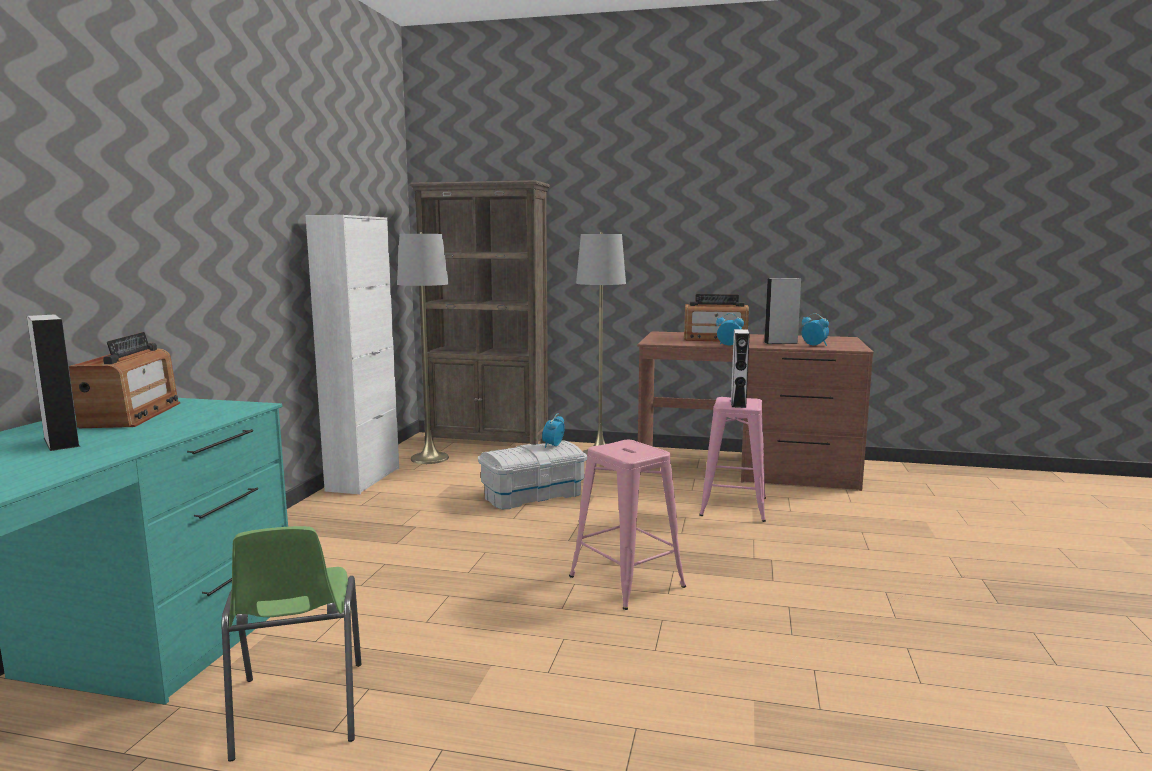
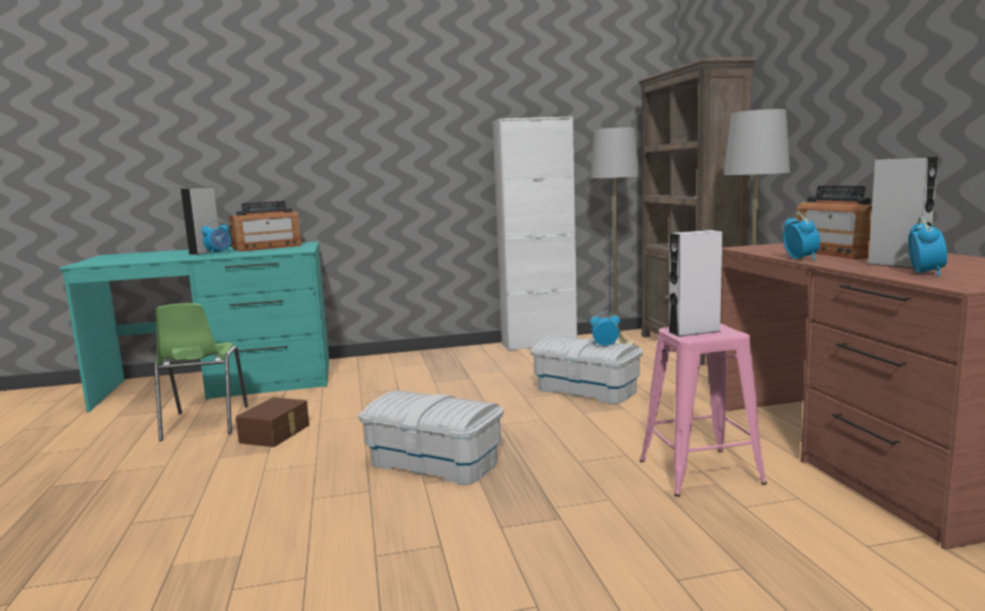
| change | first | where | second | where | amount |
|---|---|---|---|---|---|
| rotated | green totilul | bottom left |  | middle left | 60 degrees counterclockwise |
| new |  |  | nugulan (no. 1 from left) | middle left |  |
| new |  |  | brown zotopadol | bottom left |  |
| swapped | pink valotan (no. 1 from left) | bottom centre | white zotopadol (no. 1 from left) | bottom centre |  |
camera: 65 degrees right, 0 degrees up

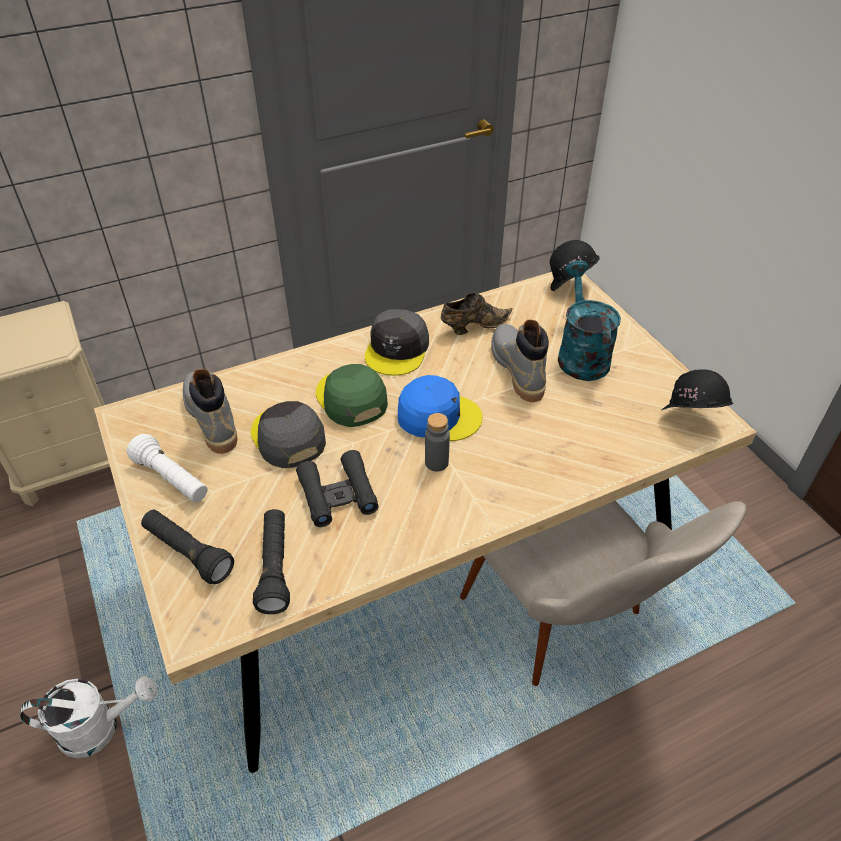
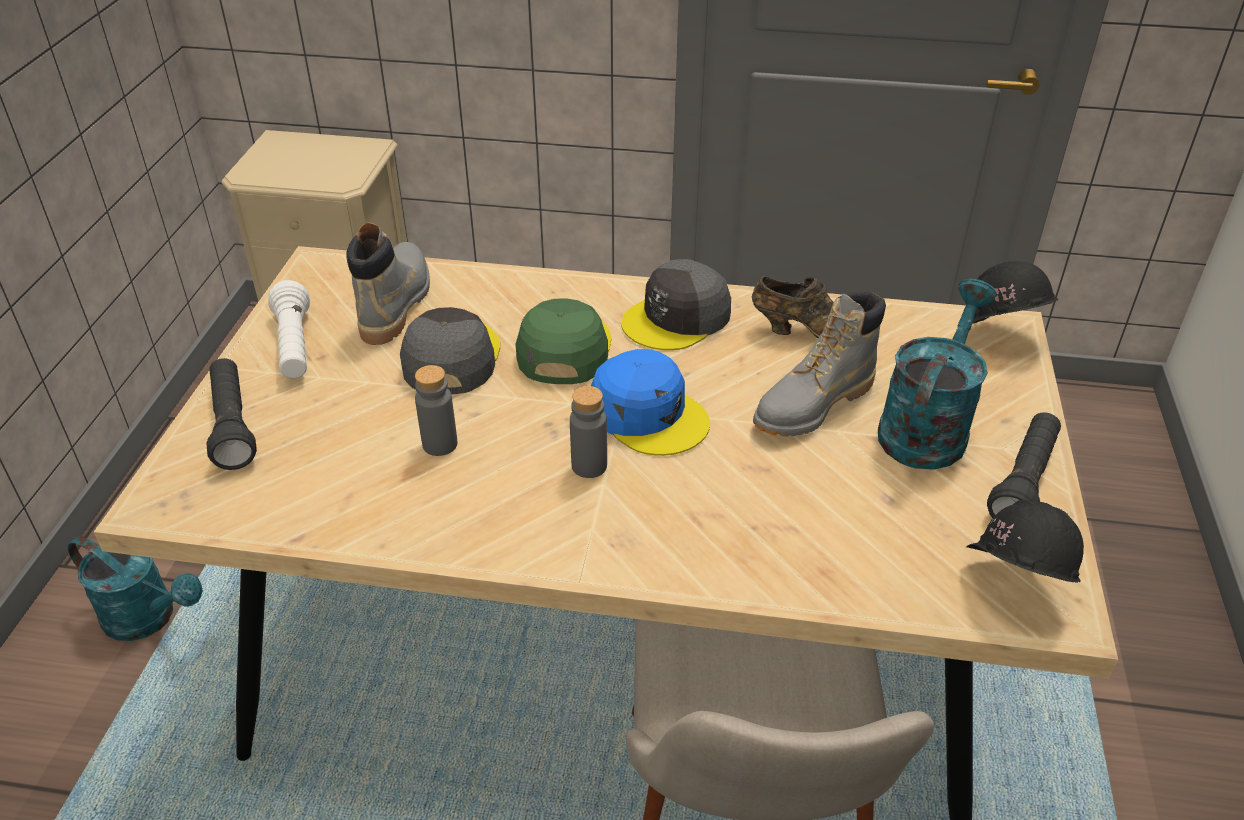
| change | first | where | second | where | amount |
|---|---|---|---|---|---|
| repainted | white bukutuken | bottom left | turquoise bukutuken (no. 1 from left) | bottom left |  |
| swapped | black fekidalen | centre | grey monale (no. 1 from left) | centre |  |
| rotated | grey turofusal (no. 2 from left) | centre |  | centre | 150 degrees counterclockwise |
| shifted | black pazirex (no. 2 from left) | bottom left |  | middle right |  |
camera: 35 degrees right, 5 degrees down

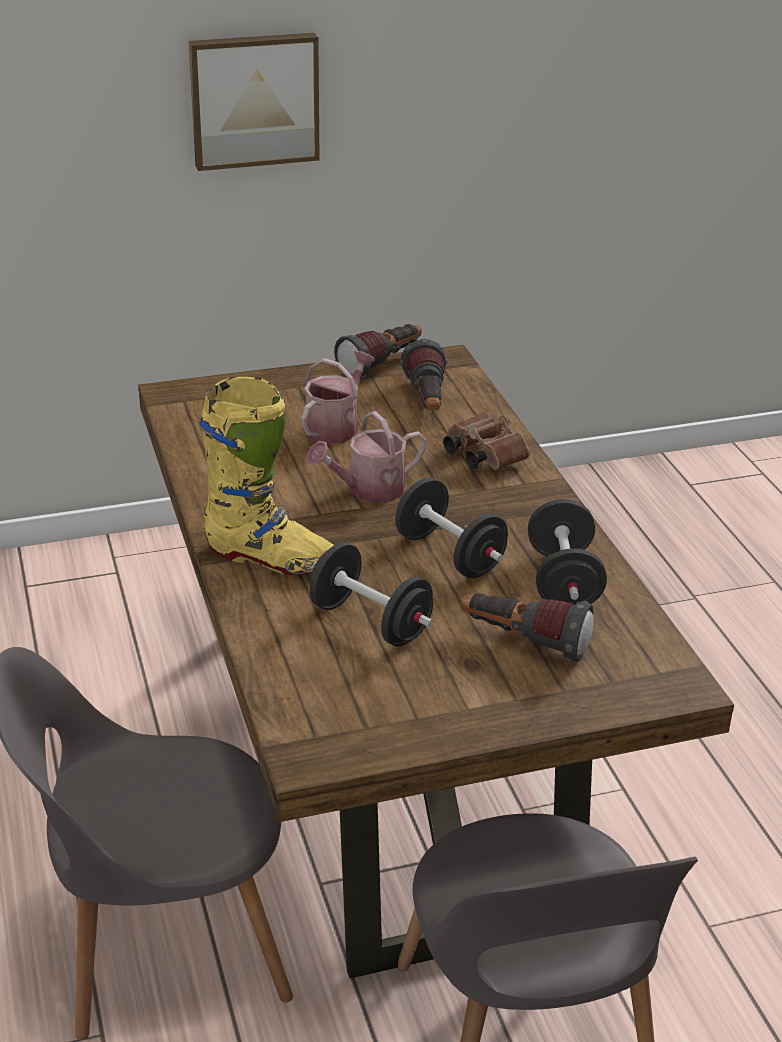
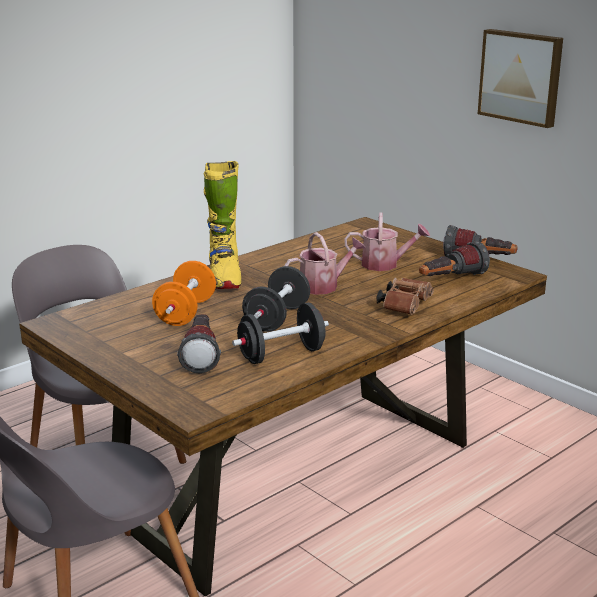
| change | first | where | second | where | amount |
|---|---|---|---|---|---|
| repainted | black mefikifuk (no. 1 from left) | centre | orange mefikifuk | middle left |  |
| rotated | bukutuken (no. 2 from left in the first image) | centre | bukutuken (no. 1 from left) | centre | 120 degrees clockwise |
camera: 65 degrees right, 10 degrees down

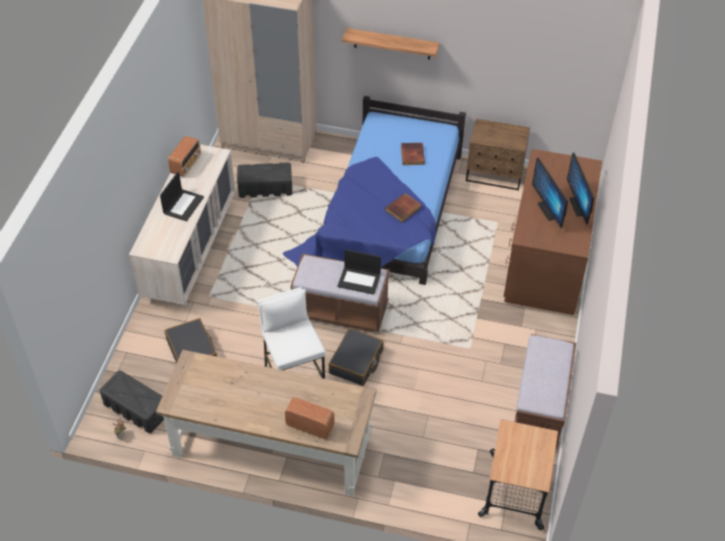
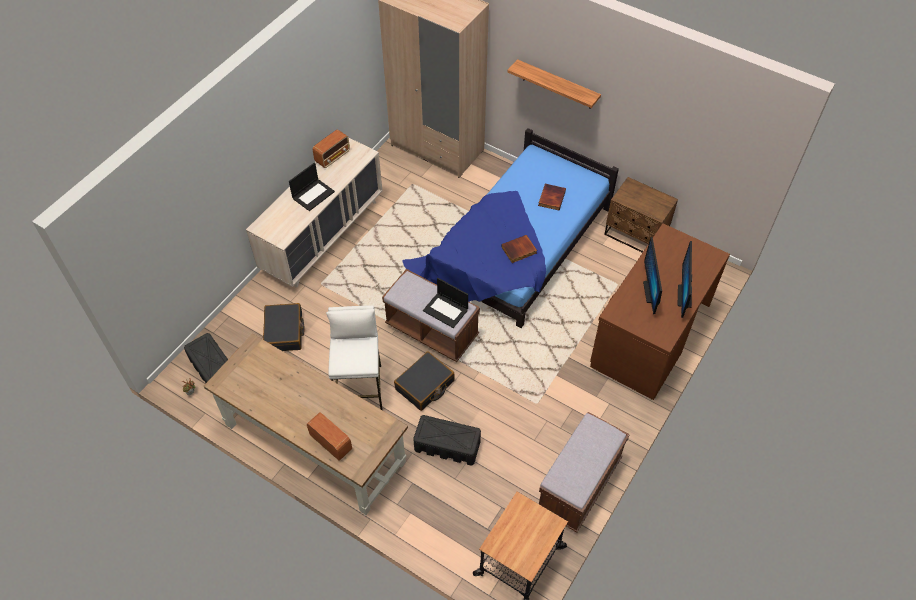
| change | first | where | second | where | amount |
|---|---|---|---|---|---|
| shifted | black zotopadol (no. 2 from left) | top centre |  | bottom centre |  |
camera: 20 degrees right, 5 degrees up

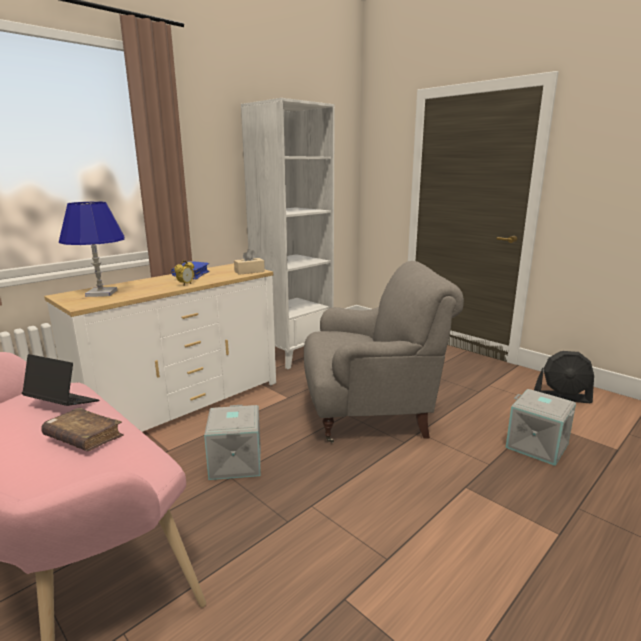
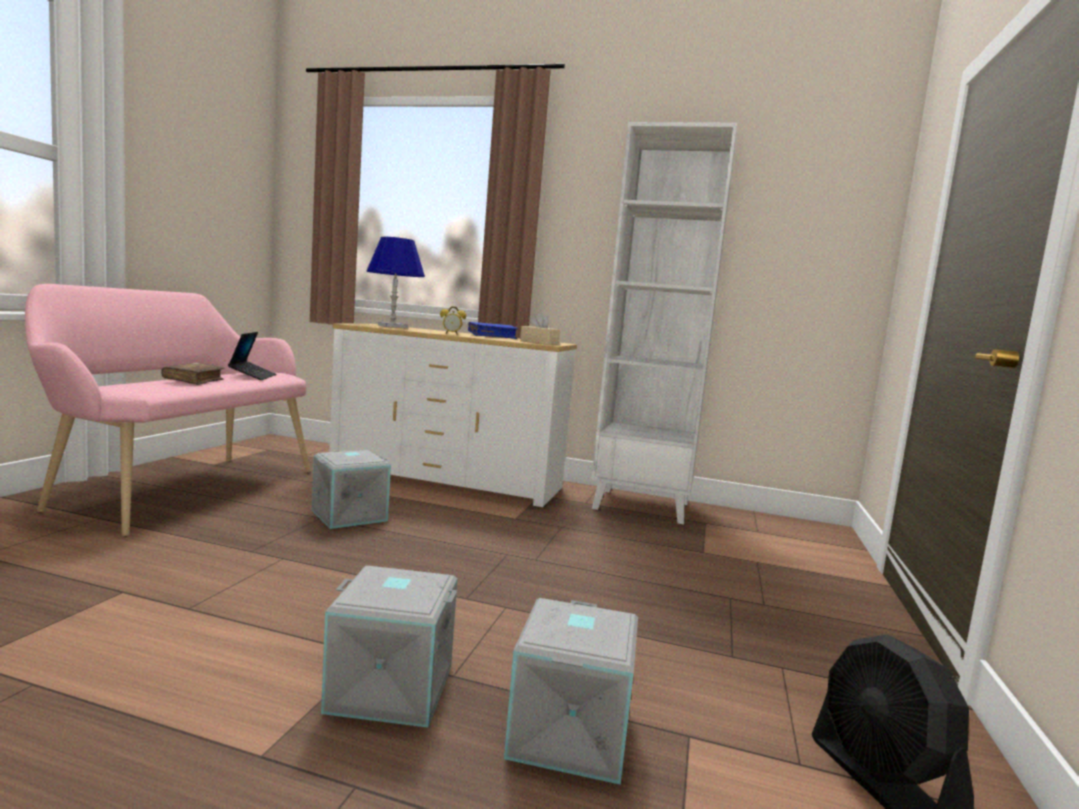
| change | first | where | second | where | amount |
|---|---|---|---|---|---|
| new |  |  | grey zotopadol (no. 2 from left) | bottom centre |  |
| gone | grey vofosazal | centre |  |  |  |
camera: 60 degrees right, 10 degrees down

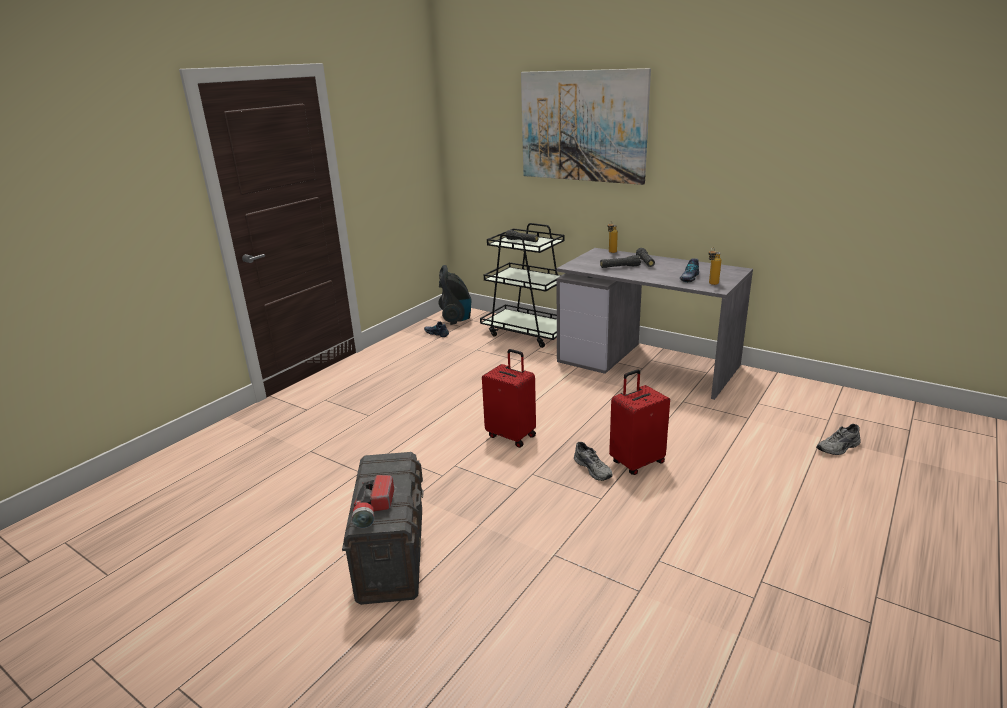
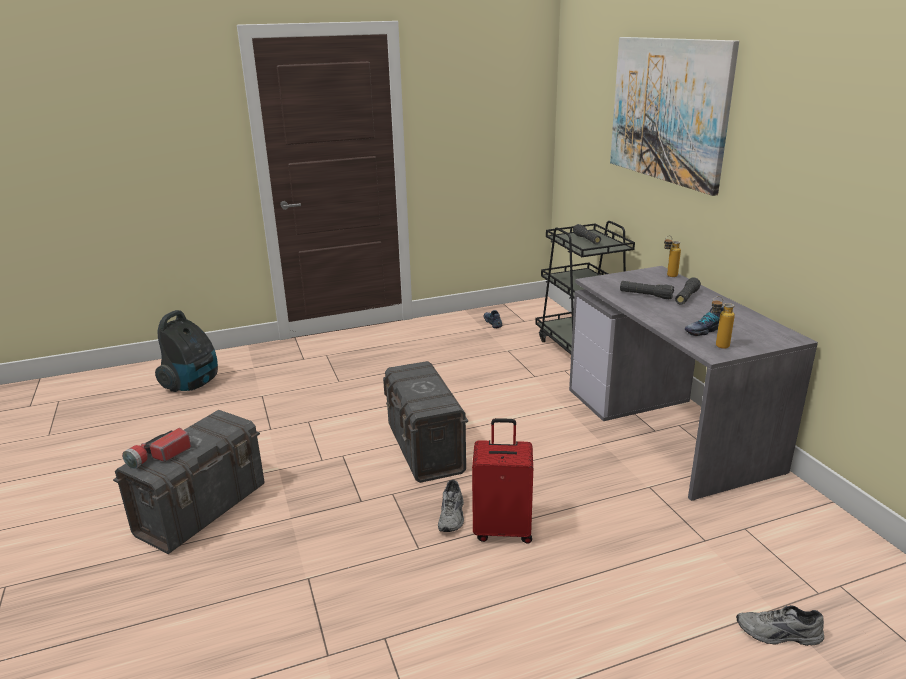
| change | first | where | second | where | amount |
|---|---|---|---|---|---|
| shifted | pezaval | centre |  | middle left |  |
| swapped | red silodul (no. 1 from left) | centre | grey zotopadol (no. 2 from left) | centre |  |
camera: 35 degrees right, 0 degrees up

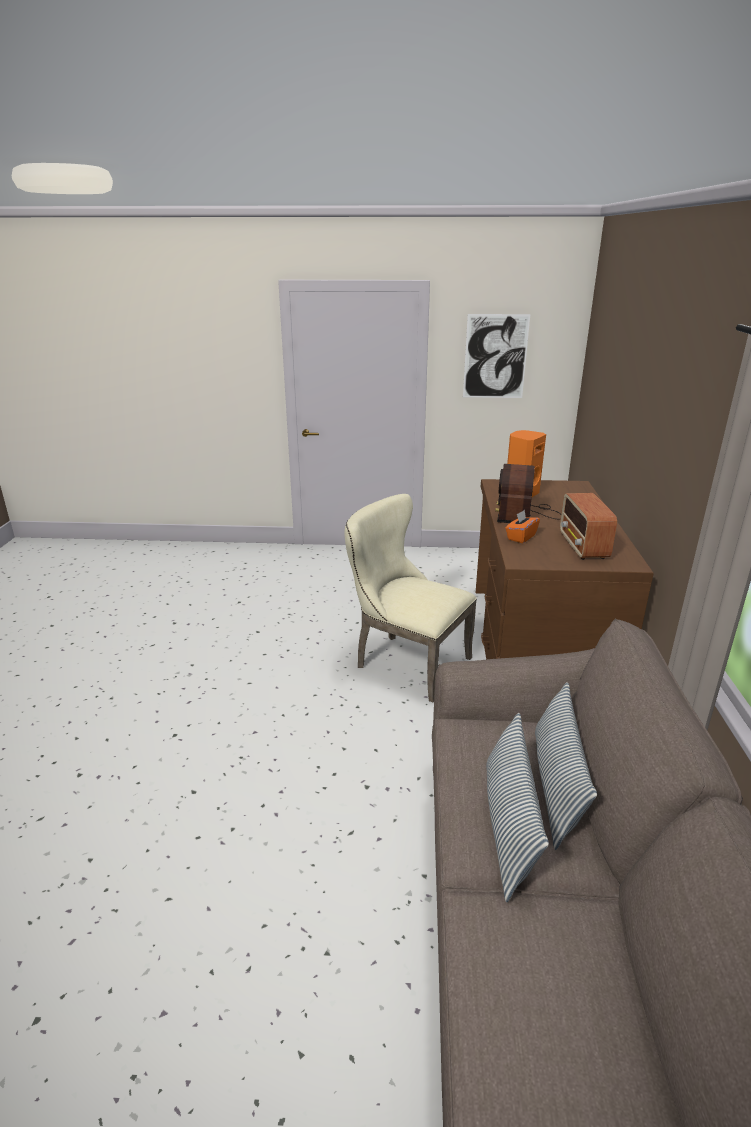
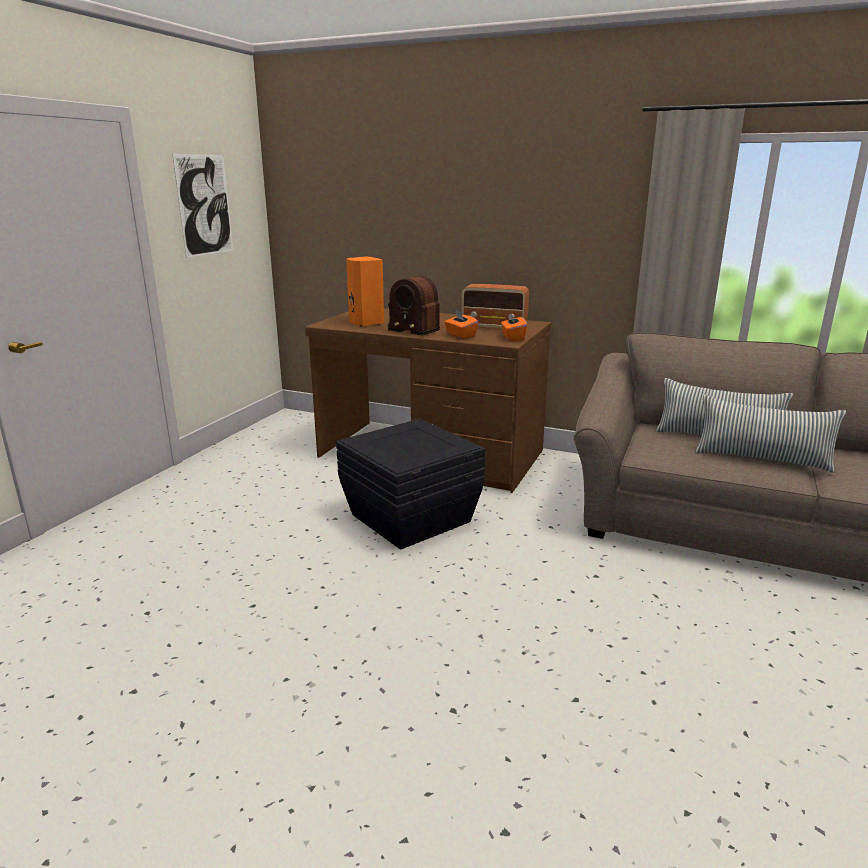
| change | first | where | second | where | amount |
|---|---|---|---|---|---|
| swapped | beige totilul | centre | black zotopadol | centre |  |
| new |  |  | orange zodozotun (no. 2 from left) | centre |  |
camera: 70 degrees left, 5 degrees down

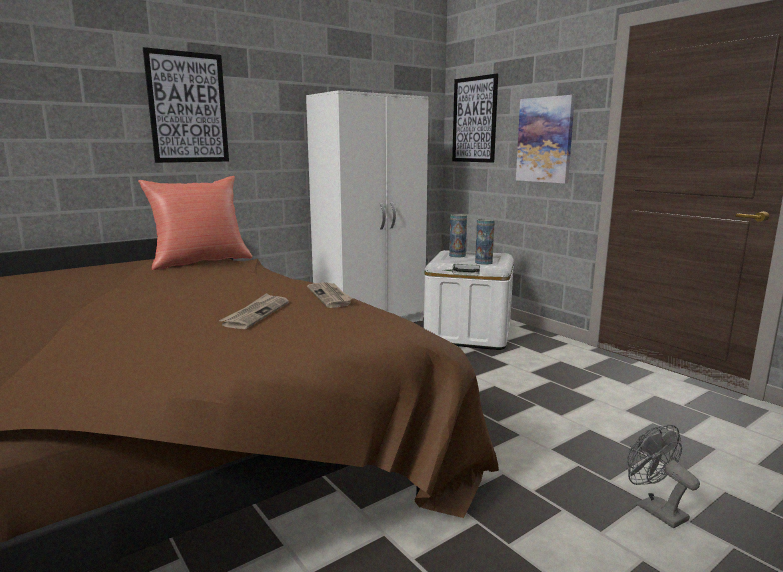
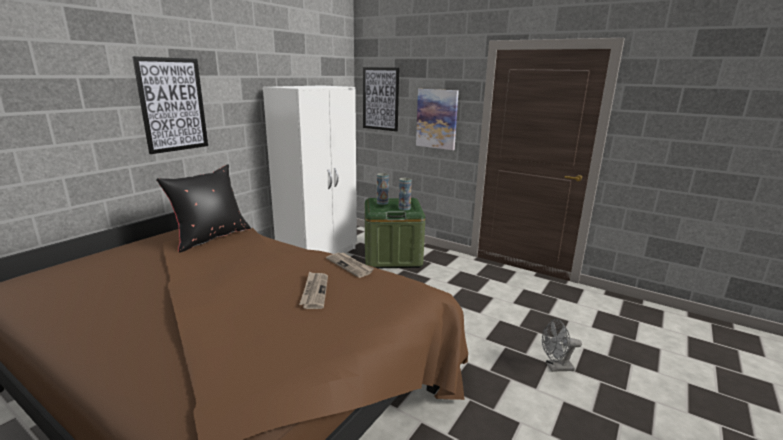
| change | first | where | second | where | amount |
|---|---|---|---|---|---|
| repainted | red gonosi | middle left | black gonosi | middle left |  |
| repainted | white zotopadol | centre | green zotopadol | centre |  |
| rotated | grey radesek | bottom right |  | bottom right | 45 degrees counterclockwise |
camera: 20 degrees left, 5 degrees up

